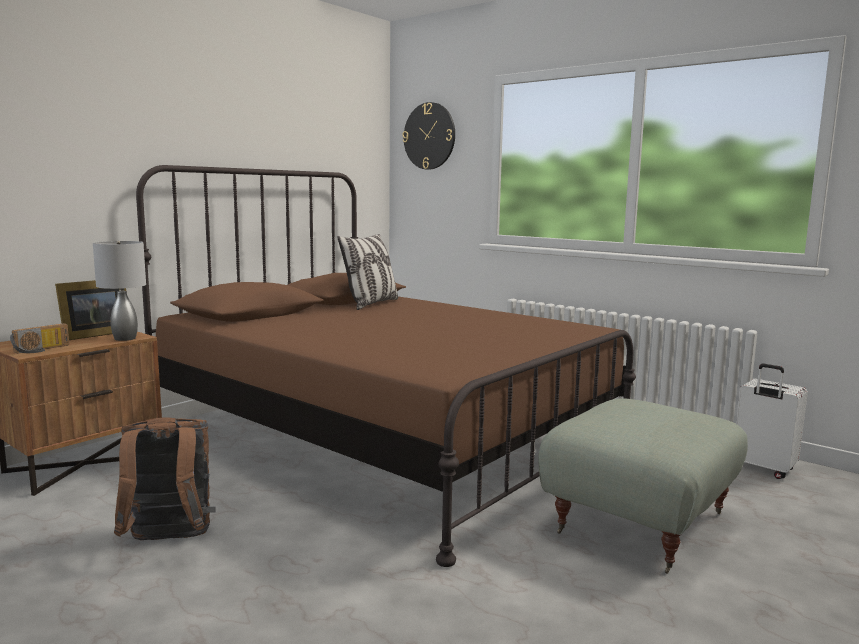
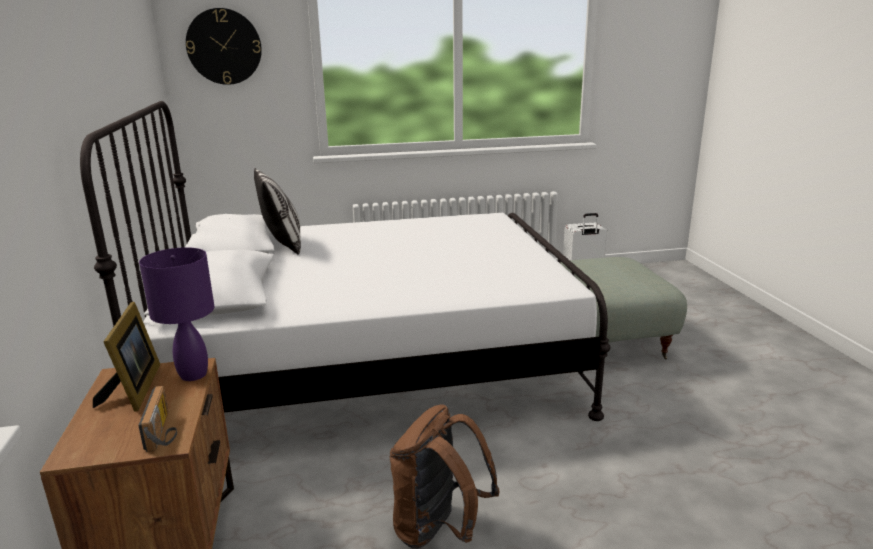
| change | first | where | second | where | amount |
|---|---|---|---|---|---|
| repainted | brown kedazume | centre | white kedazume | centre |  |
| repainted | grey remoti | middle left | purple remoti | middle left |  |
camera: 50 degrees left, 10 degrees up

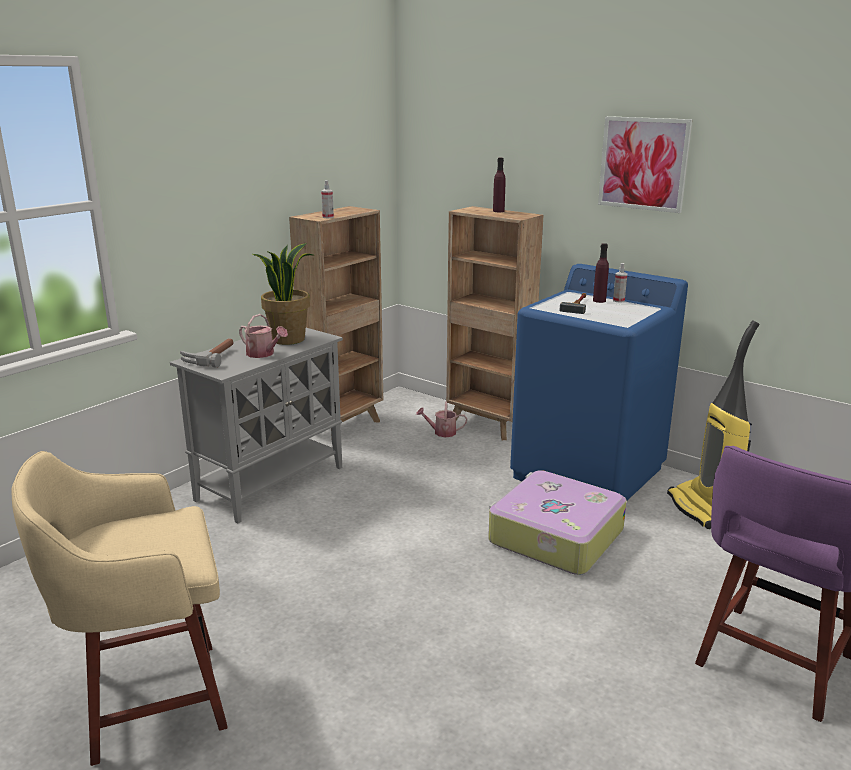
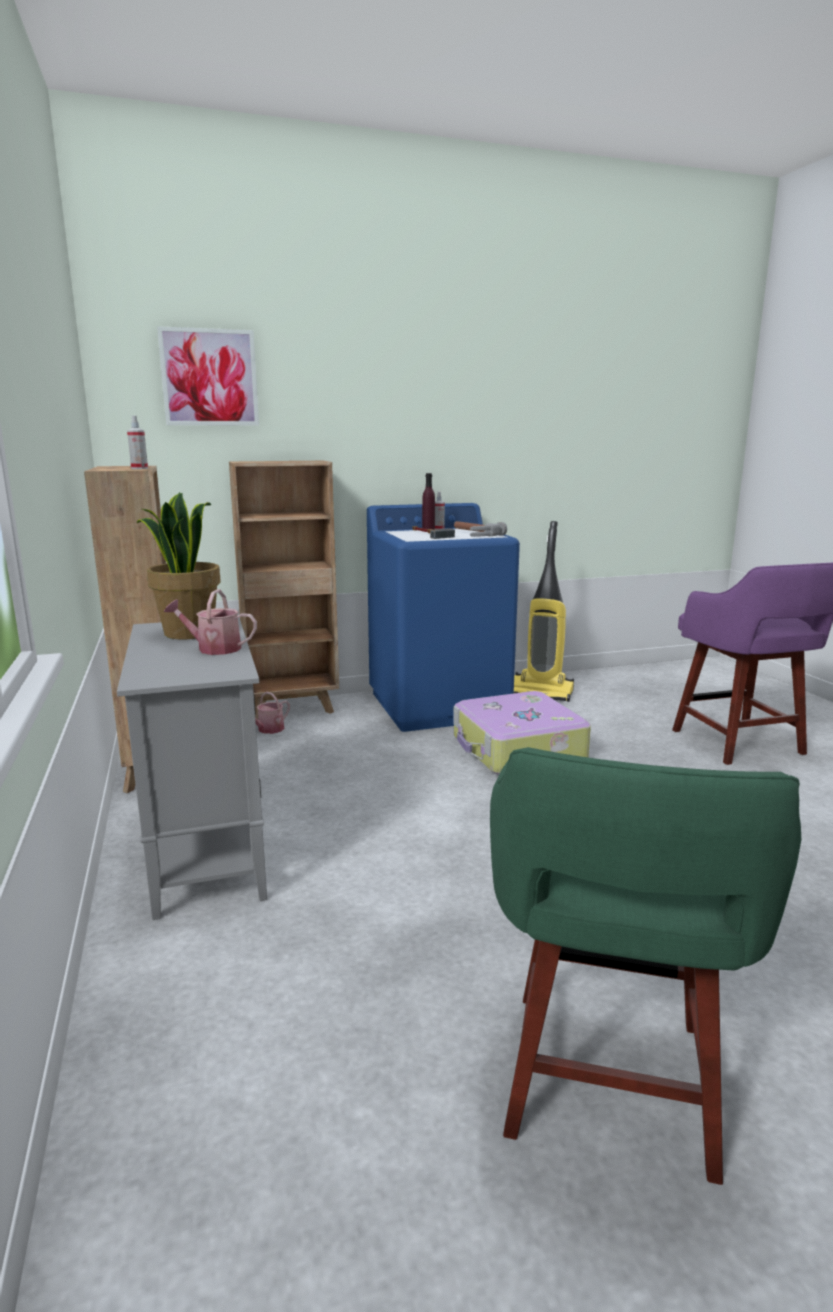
| change | first | where | second | where | amount |
|---|---|---|---|---|---|
| shifted | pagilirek | top right |  | top left |  |
| rotated | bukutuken (no. 1 from left) | middle left |  | middle left | 150 degrees counterclockwise |
| shifted | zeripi (no. 1 from left in the first image) | middle left | zeripi (no. 2 from left) | centre |  |
| repainted | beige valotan | bottom left | green valotan | bottom right |  |
| gone | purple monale (no. 1 from left) | top centre |  |  |  |
camera: 55 degrees left, 5 degrees down

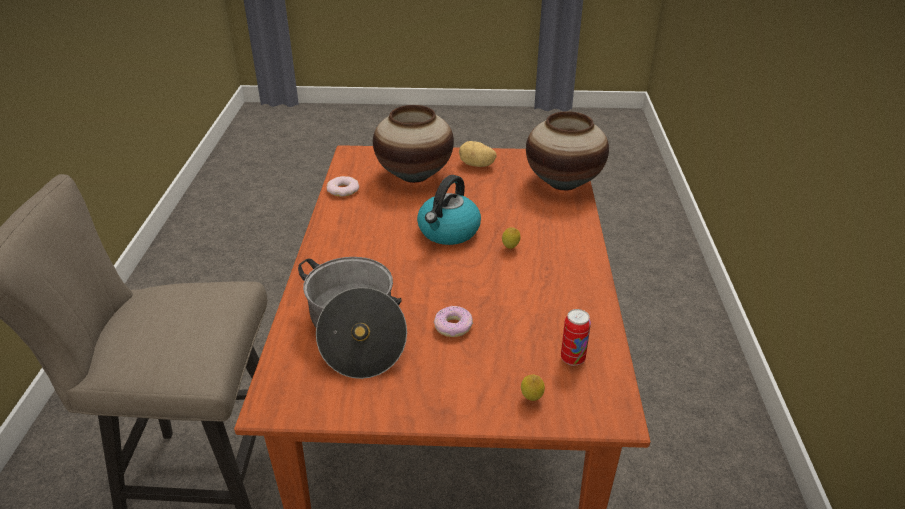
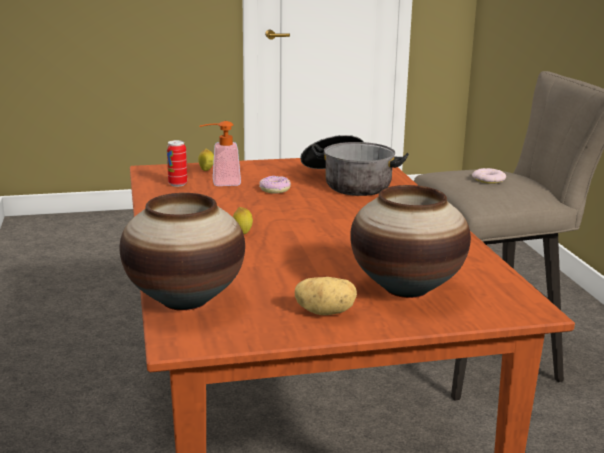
| change | first | where | second | where | amount |
|---|---|---|---|---|---|
| new |  |  | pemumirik | centre |  |
| shifted | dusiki (no. 1 from left in the first image) | centre | dusiki (no. 2 from left) | middle right |  |
| gone | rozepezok | centre |  |  |  |
camera: 165 degrees right, 15 degrees down

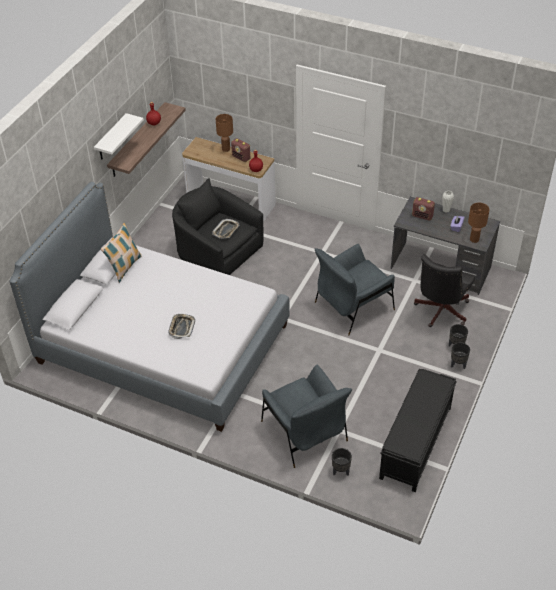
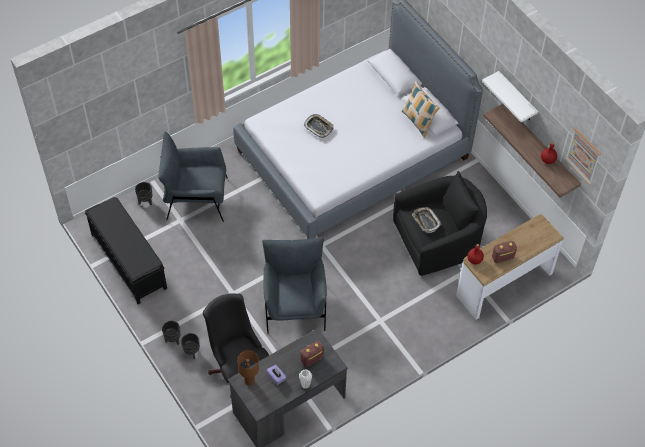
| change | first | where | second | where | amount |
|---|---|---|---|---|---|
| new |  |  | pagilirek | middle right |  |
| gone | brown remoti (no. 1 from left) | top centre |  |  |  |
camera: 120 degrees right, 10 degrees up

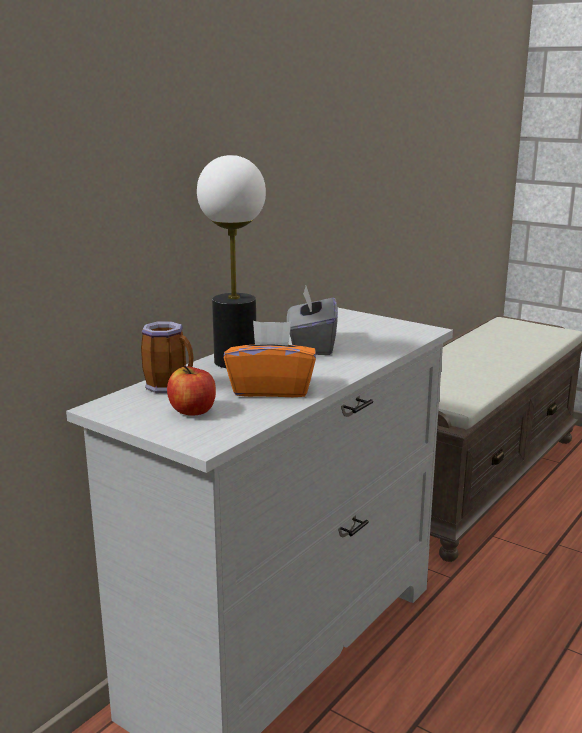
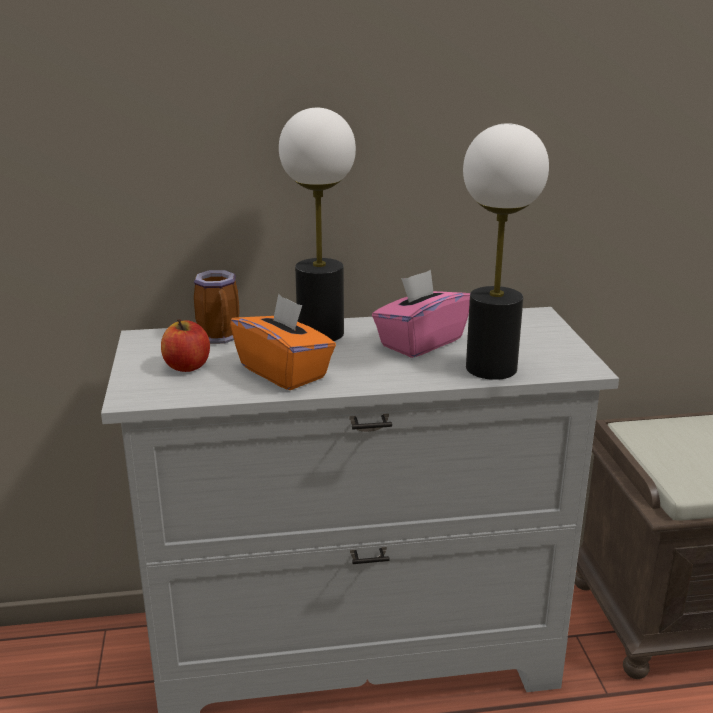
| change | first | where | second | where | amount |
|---|---|---|---|---|---|
| repainted | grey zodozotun | centre | pink zodozotun | centre |  |
| new |  |  | remoti (no. 2 from left) | middle right |  |
camera: 45 degrees right, 5 degrees up

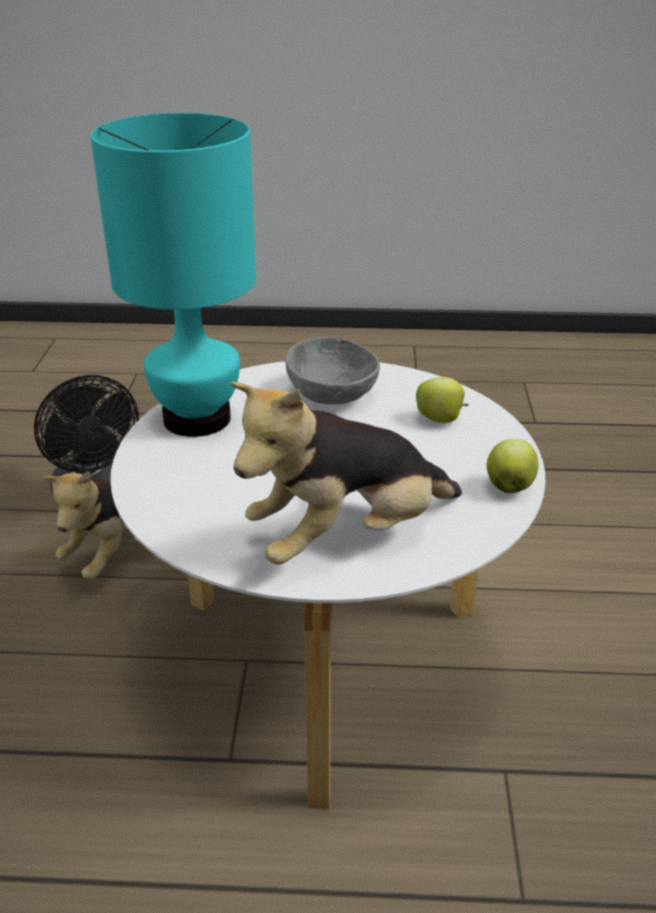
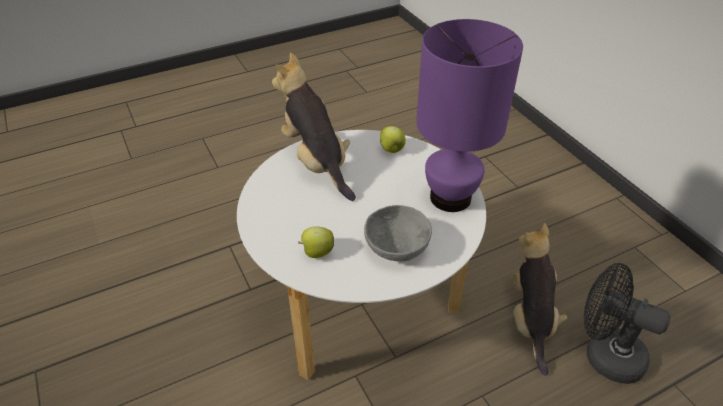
| change | first | where | second | where | amount |
|---|---|---|---|---|---|
| rotated | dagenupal (no. 2 from left in the first image) | centre | dagenupal (no. 1 from left) | top centre | 60 degrees counterclockwise |
| shifted | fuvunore (no. 2 from left) | middle right |  | centre |  |
| repainted | turquoise remoti | top left | purple remoti | top centre |  |
camera: 150 degrees right, 10 degrees up

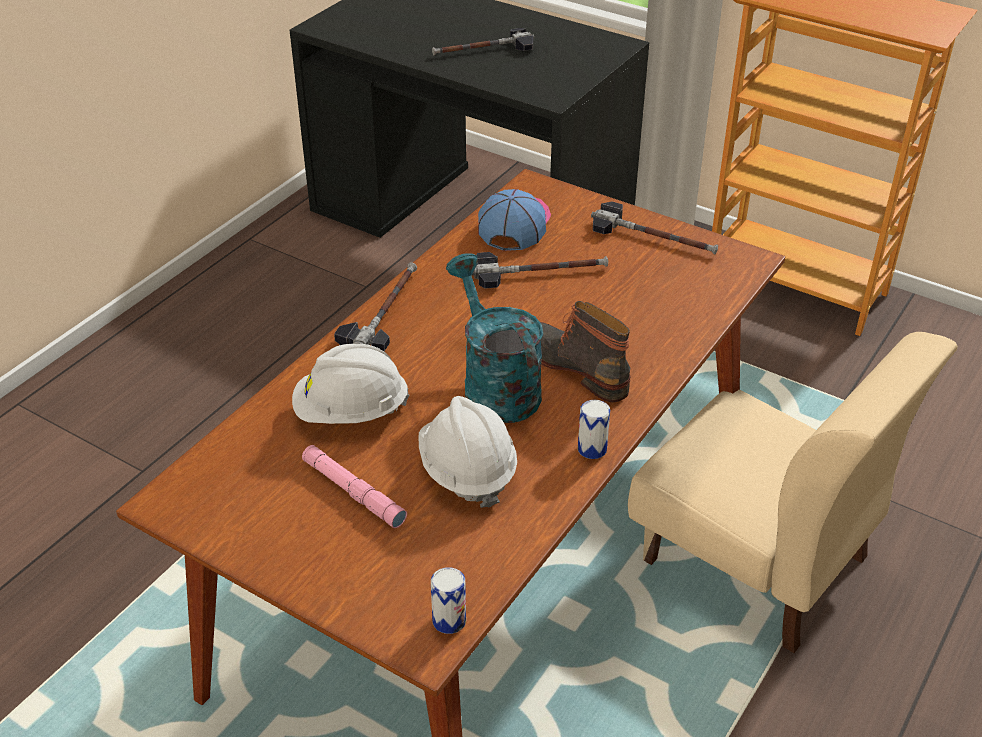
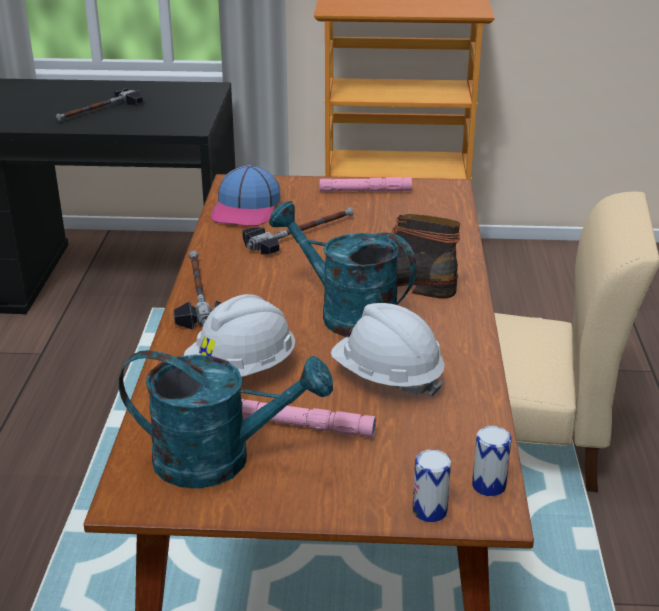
| change | first | where | second | where | amount |
|---|---|---|---|---|---|
| new |  |  | turquoise bukutuken (no. 1 from left) | bottom centre |  |
| rotated | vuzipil | top centre |  | top centre | 150 degrees counterclockwise |
| swapped | zeripi (no. 4 from left) | top centre | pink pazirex (no. 2 from left) | top centre |  |
| shifted | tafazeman (no. 2 from left in the first image) | centre | tafazeman (no. 1 from left) | bottom centre |  |
camera: 30 degrees left, 10 degrees down

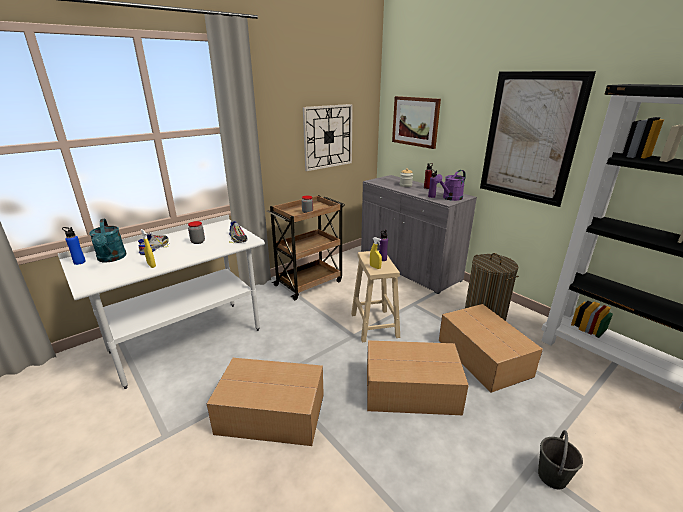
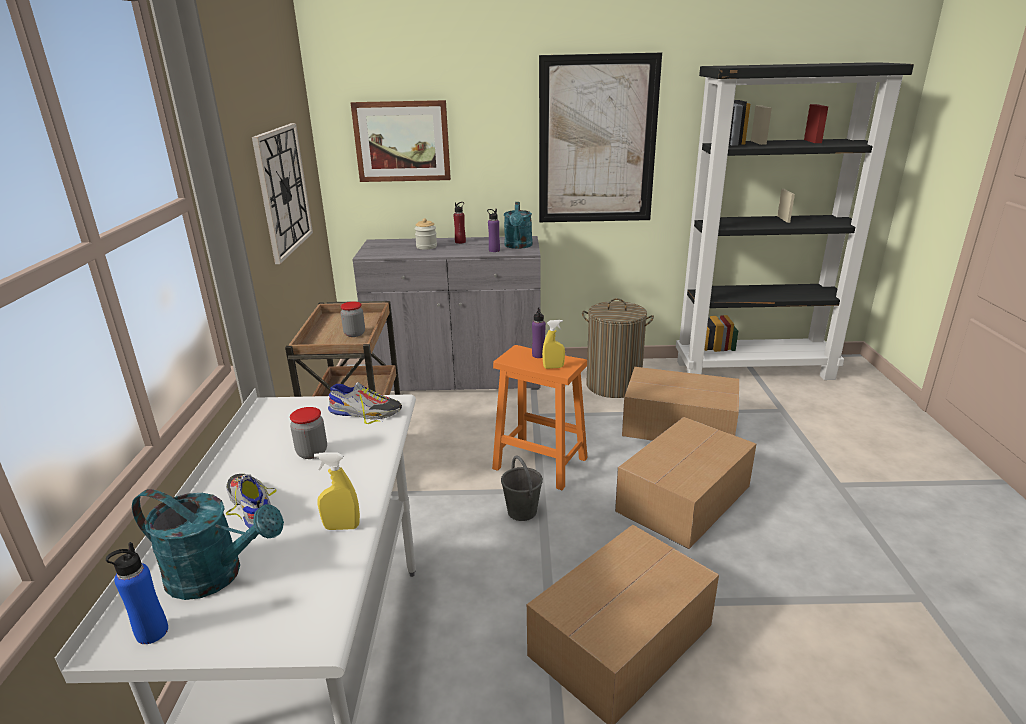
| change | first | where | second | where | amount |
|---|---|---|---|---|---|
| repainted | beige valotan | centre | orange valotan | centre |  |
| shifted | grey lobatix | bottom right |  | bottom centre |  |
| repainted | purple bukutuken | centre | turquoise bukutuken (no. 2 from left) | top centre |  |
camera: 50 degrees left, 0 degrees up

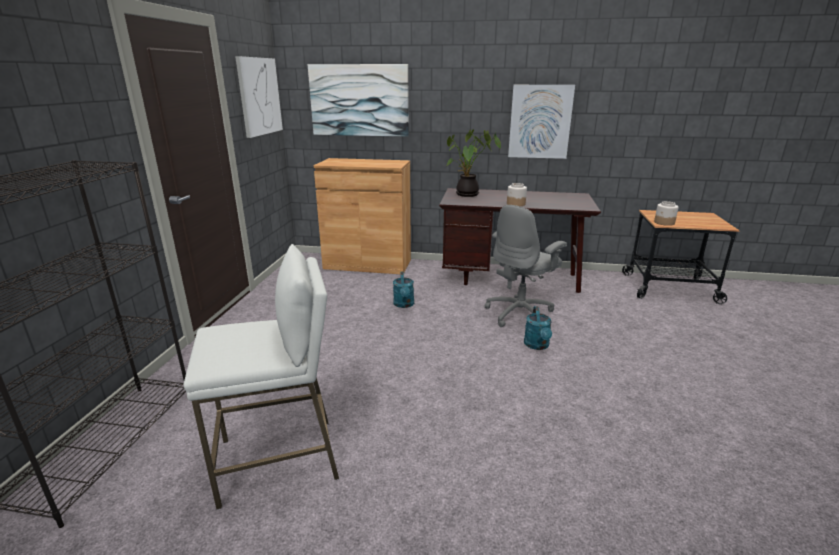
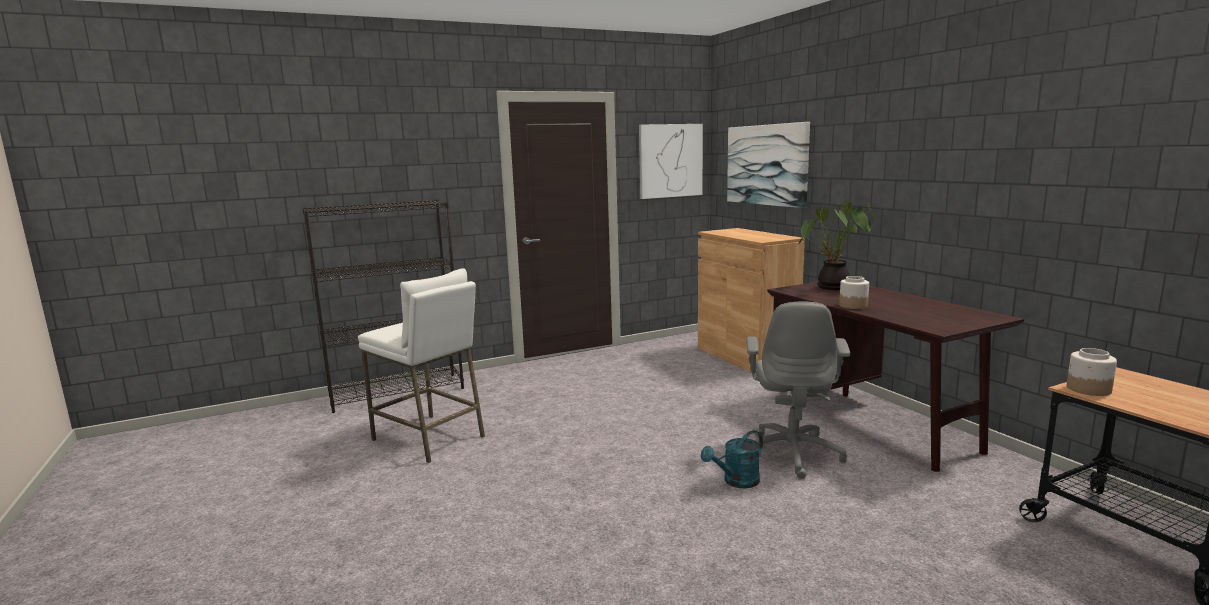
| change | first | where | second | where | amount |
|---|---|---|---|---|---|
| rotated | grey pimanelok | centre |  | centre | 90 degrees counterclockwise |
| gone | turquoise bukutuken (no. 1 from left) | centre |  |  |  |
| gone | pagilirek (no. 3 from left) | top centre |  |  |  |
camera: 55 degrees right, 10 degrees down

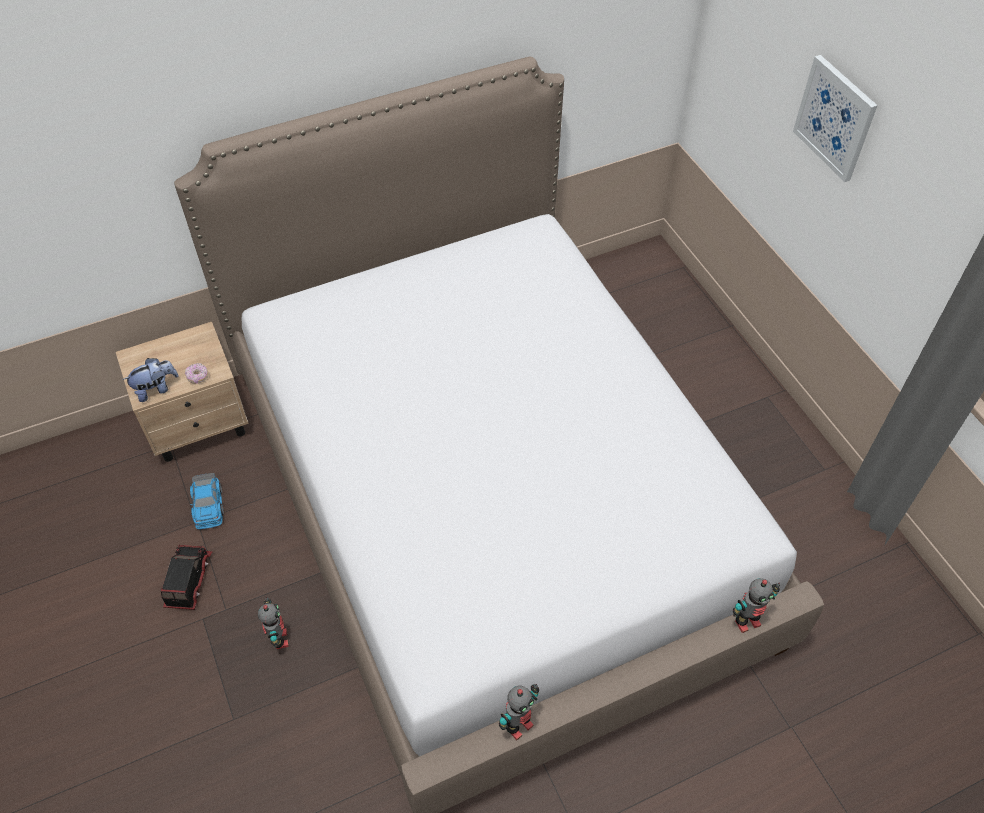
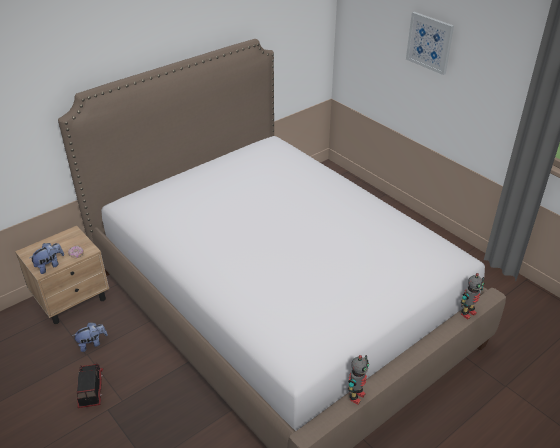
| change | first | where | second | where | amount |
|---|---|---|---|---|---|
| swapped | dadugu | middle left | dagenupal (no. 2 from left) | bottom left |  |
| gone | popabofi (no. 1 from left) | bottom left |  |  |  |
camera: 15 degrees left, 15 degrees down

